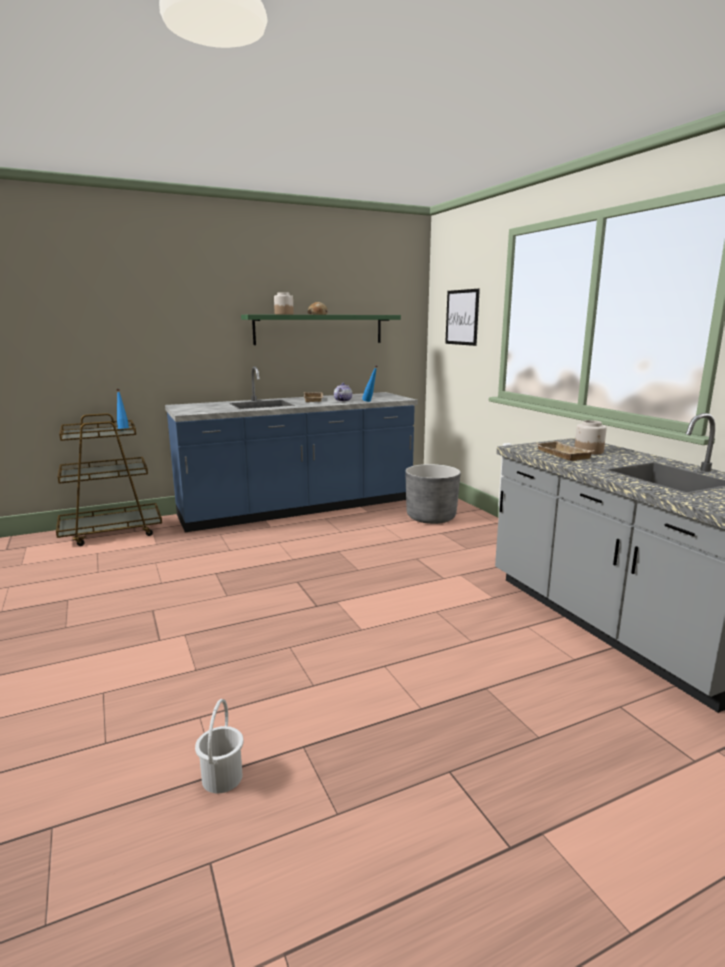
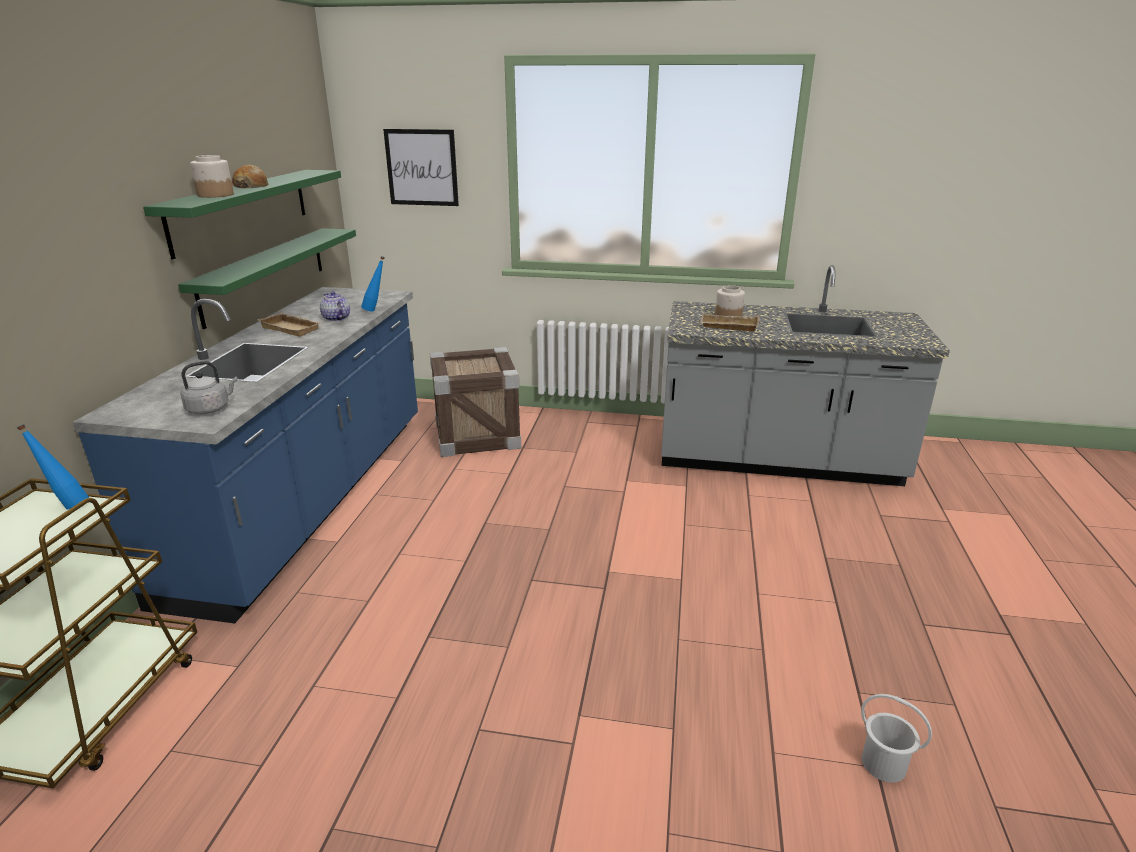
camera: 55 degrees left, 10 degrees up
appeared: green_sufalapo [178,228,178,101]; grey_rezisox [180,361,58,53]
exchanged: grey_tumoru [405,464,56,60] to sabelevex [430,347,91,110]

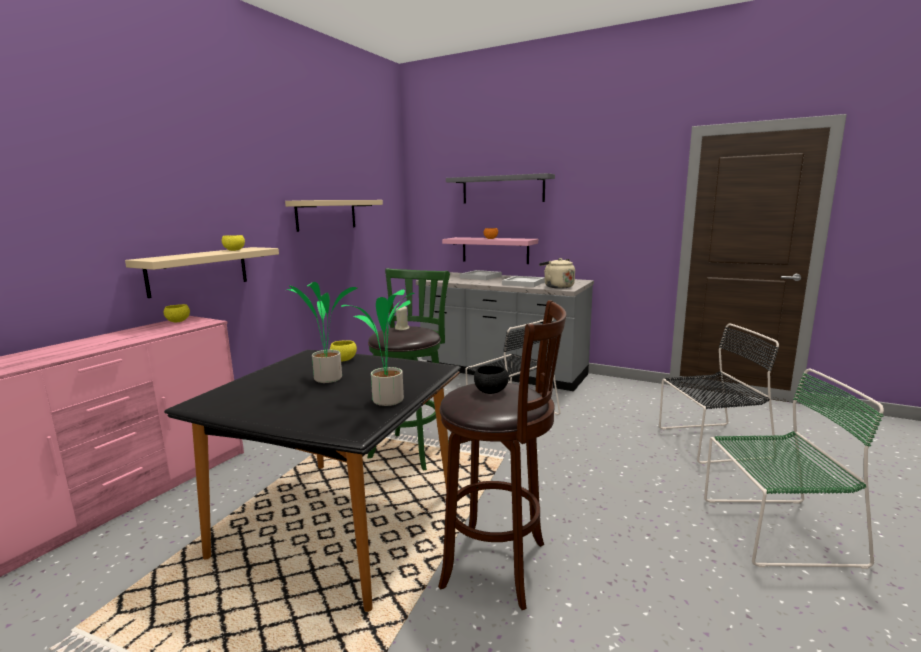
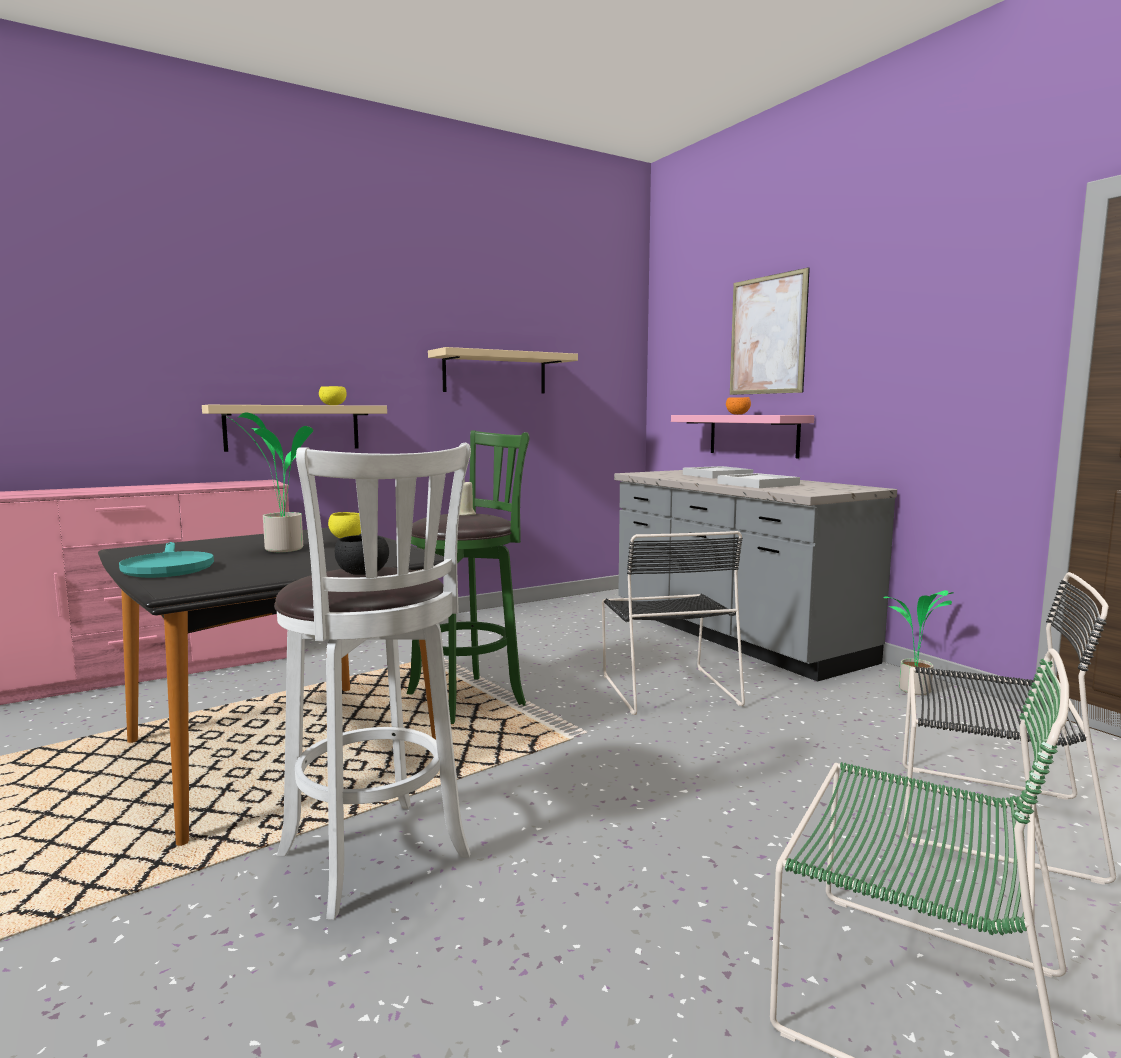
camera: 30 degrees right, 5 degrees down
missing: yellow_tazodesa [164,304,26,18]; beige_rezisox [539,258,36,31]
appeared: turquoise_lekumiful [119,542,95,36]
relocated: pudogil [341,290,73,116] to [883,590,71,105]
exchanged: grey_sufalapo [446,173,109,30] to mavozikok [730,267,80,128]
colour: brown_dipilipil [438,300,129,310] to white_dipilipil [274,443,197,477]

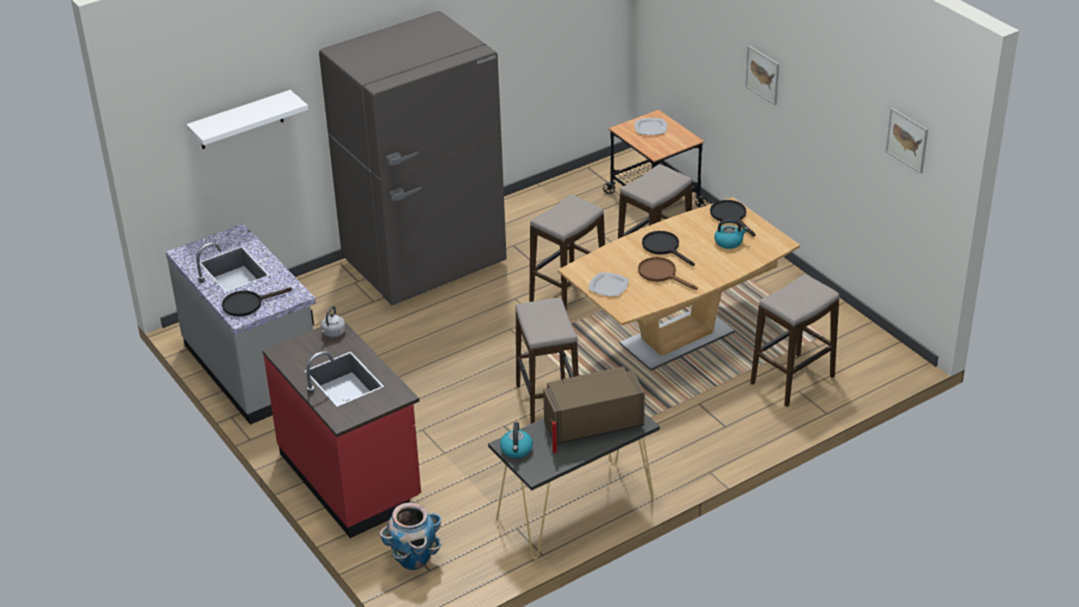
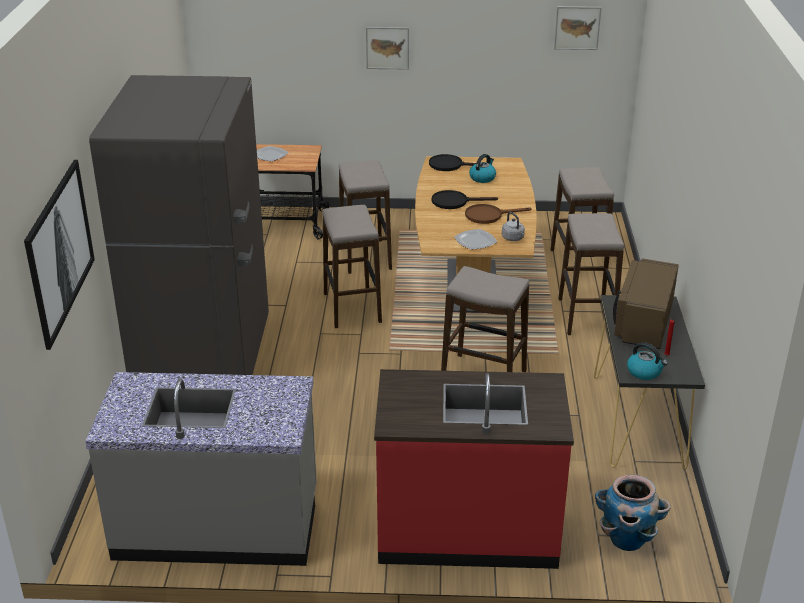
camera: 55 degrees left, 5 degrees down
missing: black_lekumiful [222,288,70,29]
appeared: dipilipil [558,213,66,122]
relocated: grey_rezisox [321,306,25,32] to [502,212,23,29]
exchanged: white_sufalapo [186,90,122,59] to mavozikok [24,160,71,190]

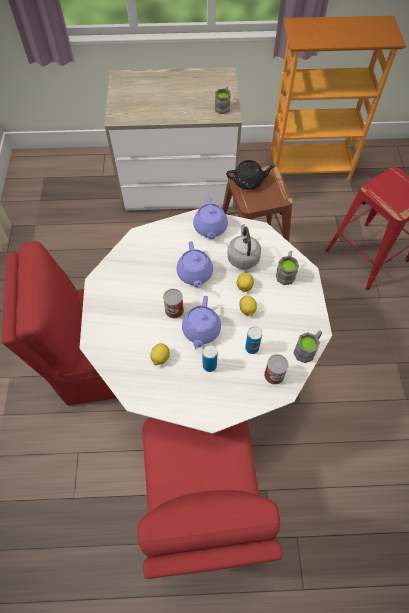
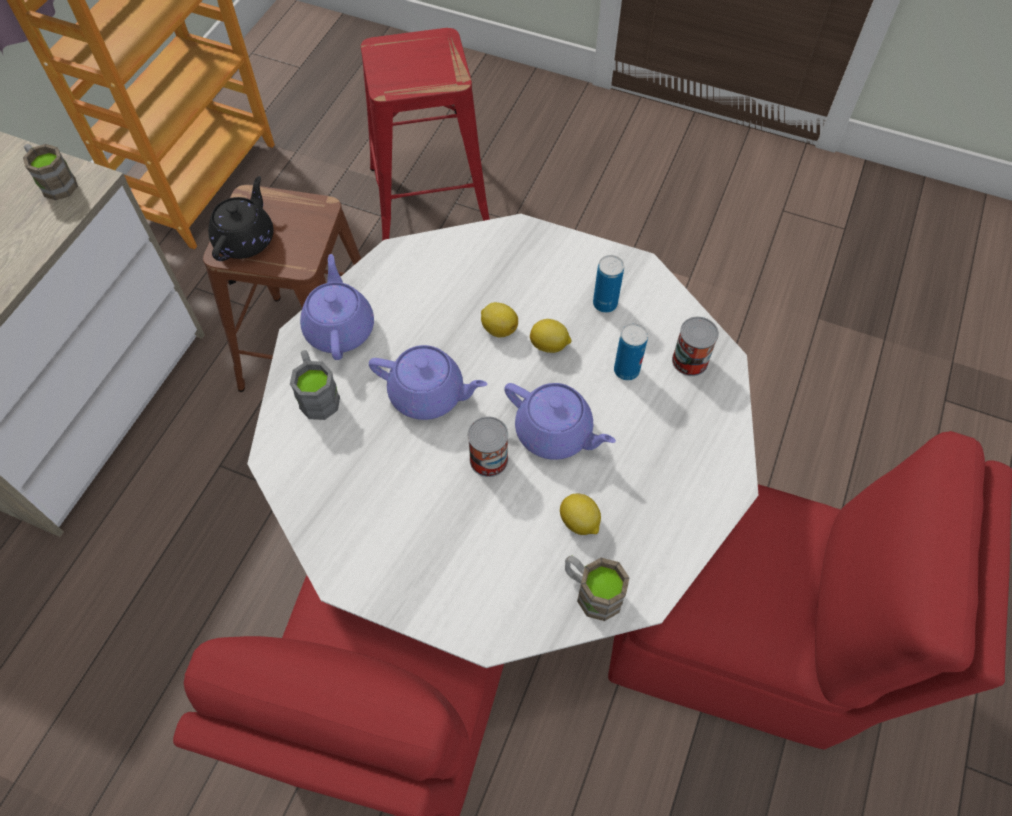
camera: 65 degrees left, 0 degrees up
missing: grey_rezisox [227,224,34,45]
relocated: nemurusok [203,345,15,27] to [593,255,31,58]; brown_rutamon [276,251,23,34] to [565,555,64,66]; grey_rutamon [293,330,29,33] to [290,350,50,70]
spun: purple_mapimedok [193,197,35,42] = [300,254,74,106] 120 degrees counterclockwise

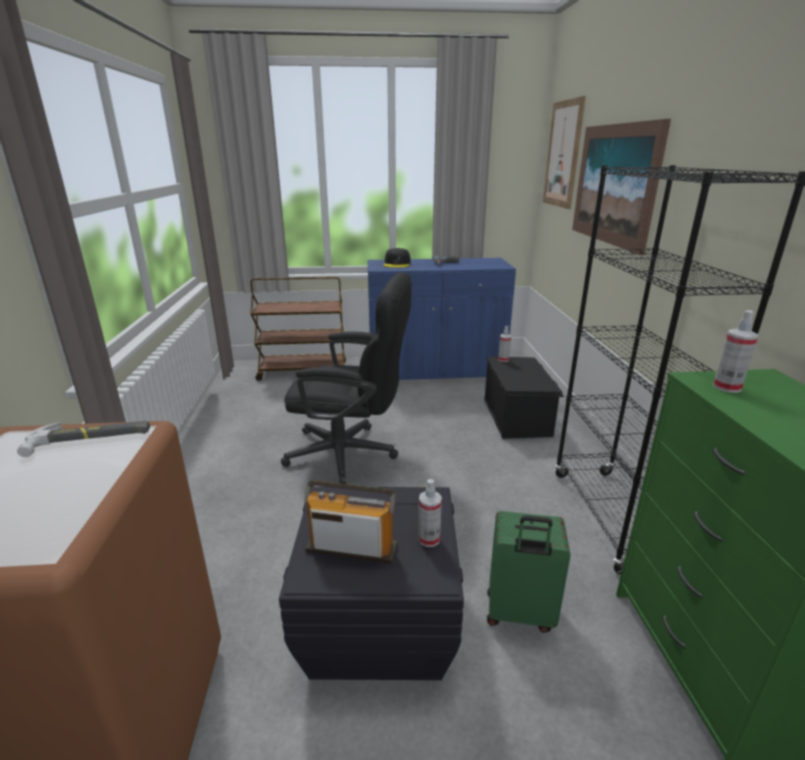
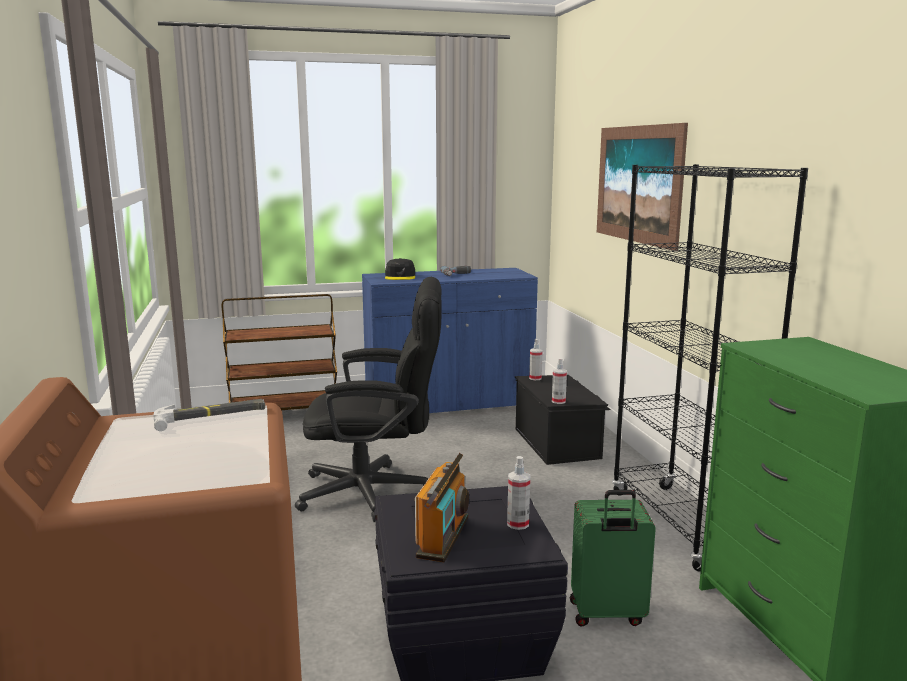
camera: 10 degrees left, 10 degrees down
missing: mavozikok [543,96,43,113]
relocated: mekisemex [713,310,45,83] to [552,358,15,46]
spun: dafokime [305,481,93,83] = [415,453,54,109] 105 degrees clockwise

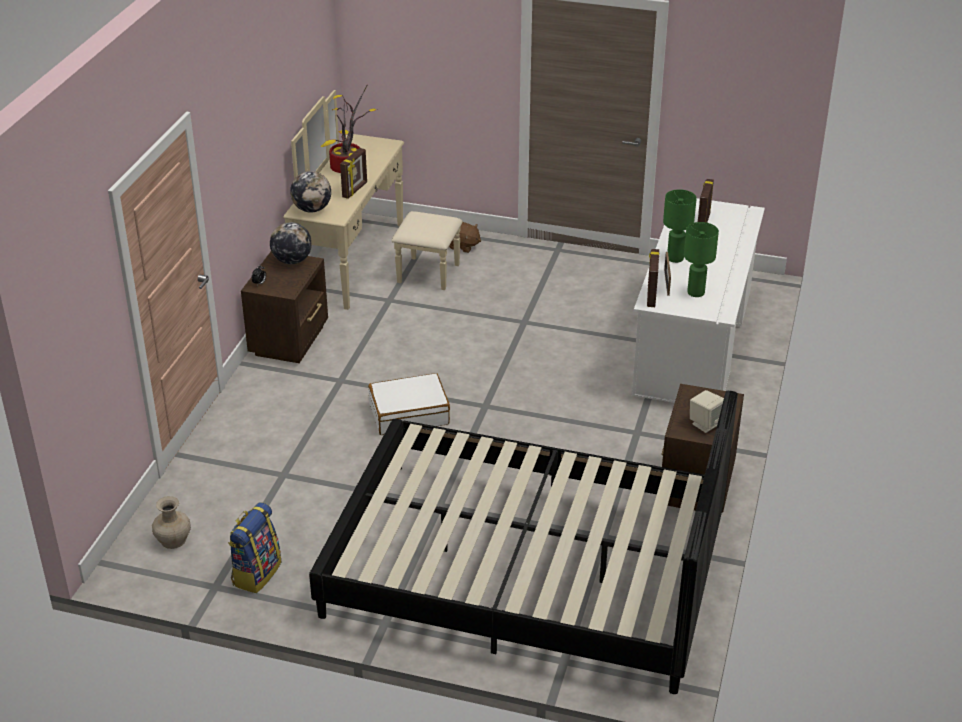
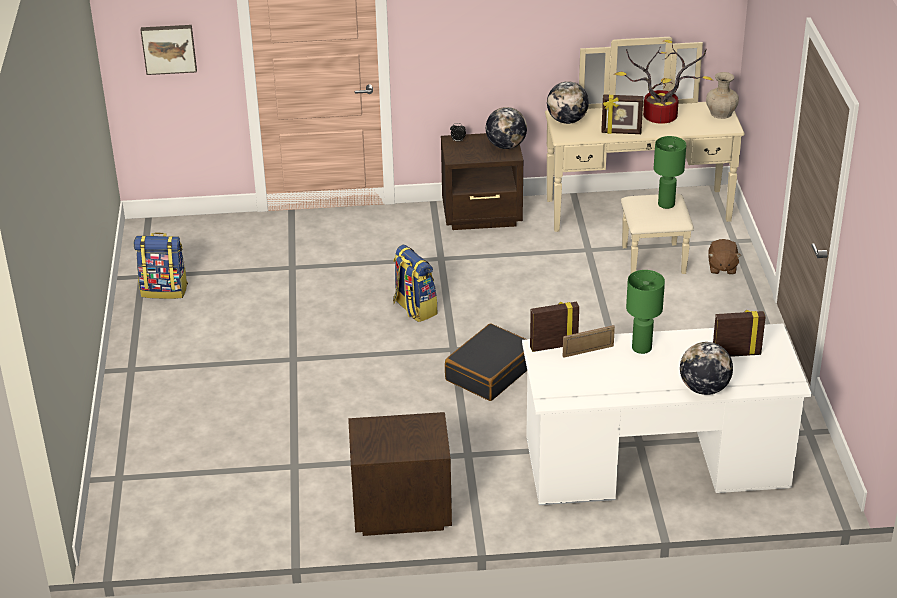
camera: 70 degrees right, 0 degrees up
missing: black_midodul [309,391,429,303]; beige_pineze [690,390,34,43]
appeared: mavozikok [140,25,57,50]; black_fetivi [445,323,82,78]; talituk [680,342,53,53]
relocated: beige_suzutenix [152,496,39,53] to [706,72,33,47]; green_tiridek [684,222,35,75] to [654,136,32,73]
exchanged: white_fetivi [368,373,82,62] to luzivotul [393,245,45,77]

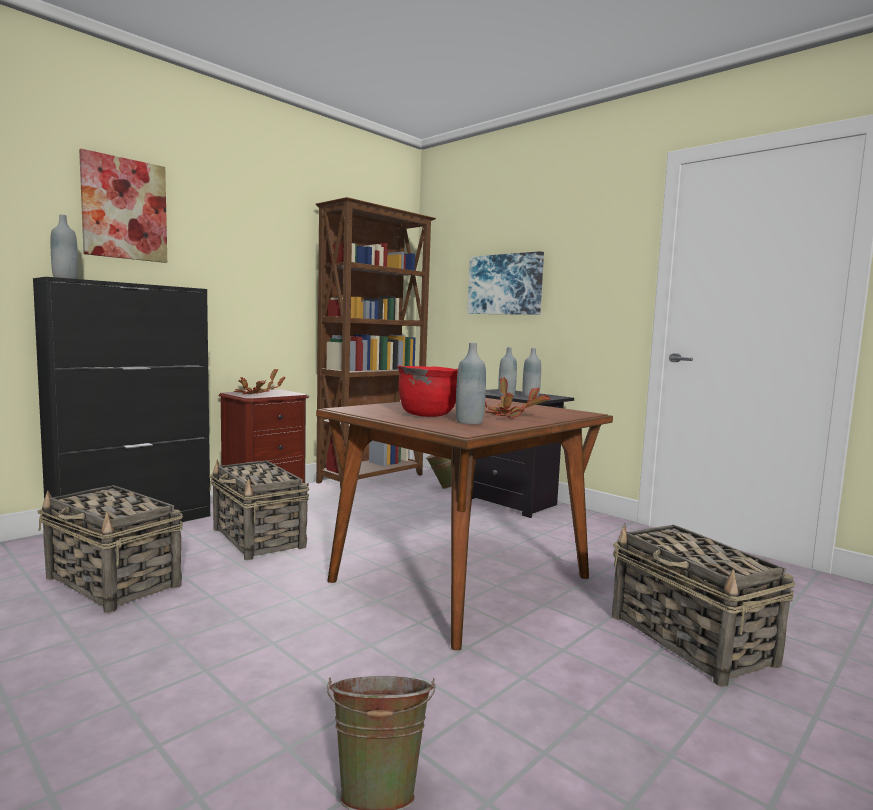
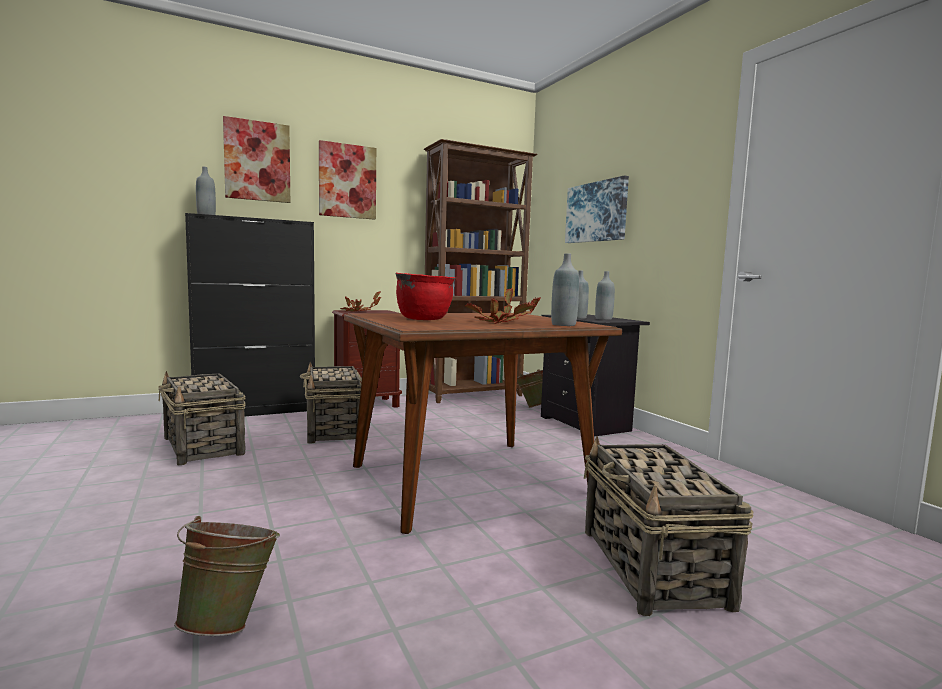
camera: 20 degrees right, 0 degrees up
appeared: mavozikok [319,140,57,80]
relocated: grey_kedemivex [456,343,30,81] to [551,253,28,73]

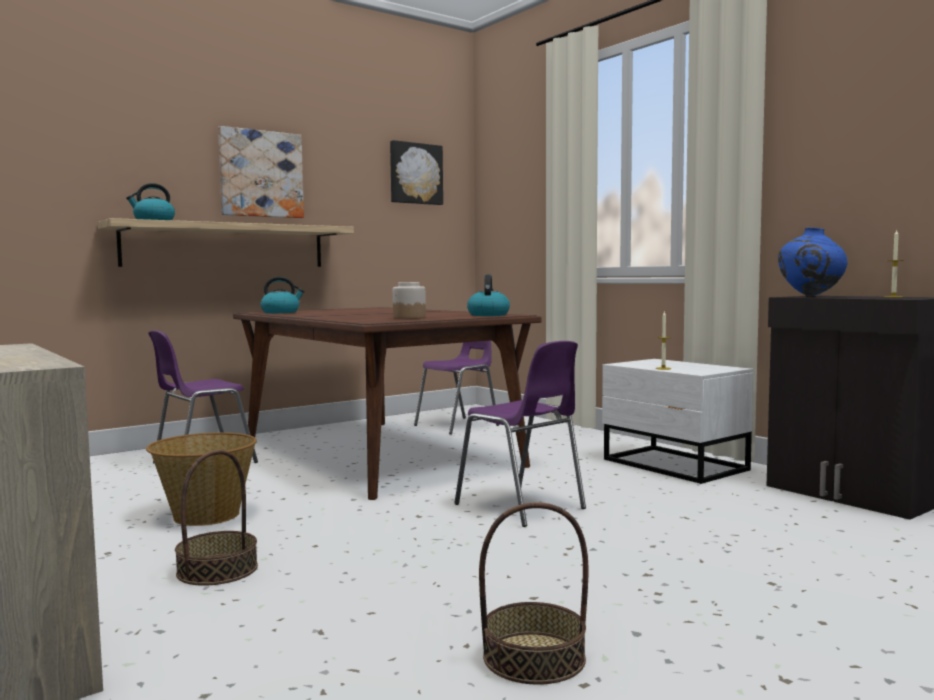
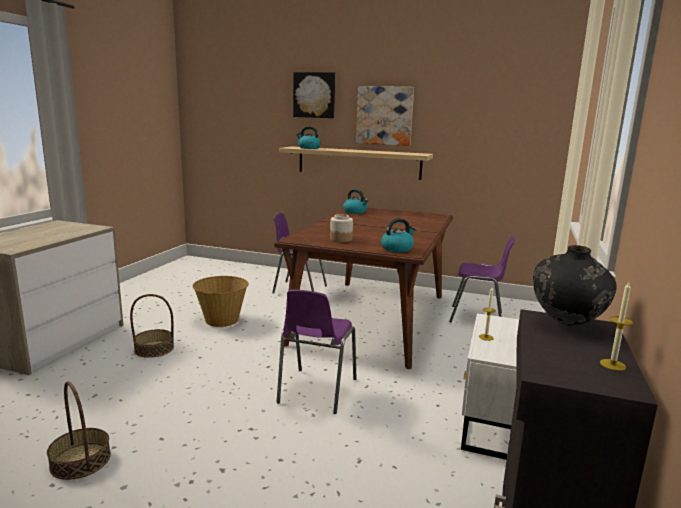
camera: 55 degrees right, 10 degrees up
relocated: mavozikok [390,140,53,65] to [293,72,42,46]
colour: blue_suzutenix [778,228,70,68] to black_suzutenix [533,245,84,80]

